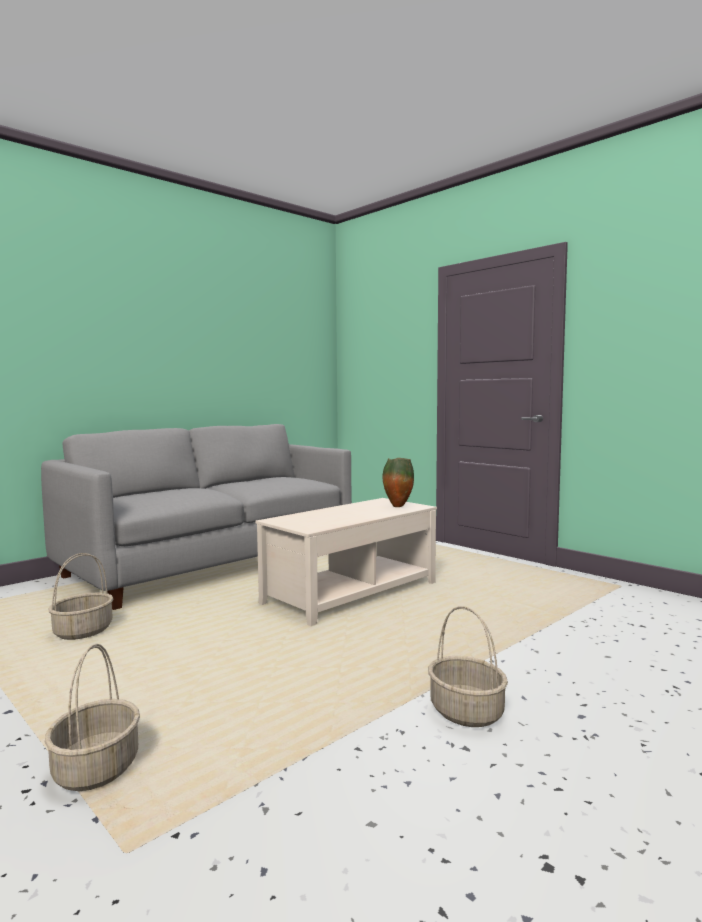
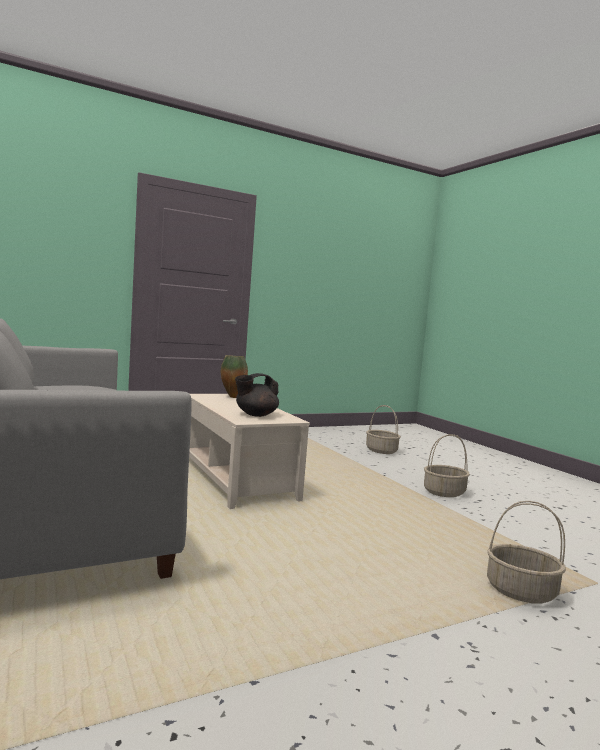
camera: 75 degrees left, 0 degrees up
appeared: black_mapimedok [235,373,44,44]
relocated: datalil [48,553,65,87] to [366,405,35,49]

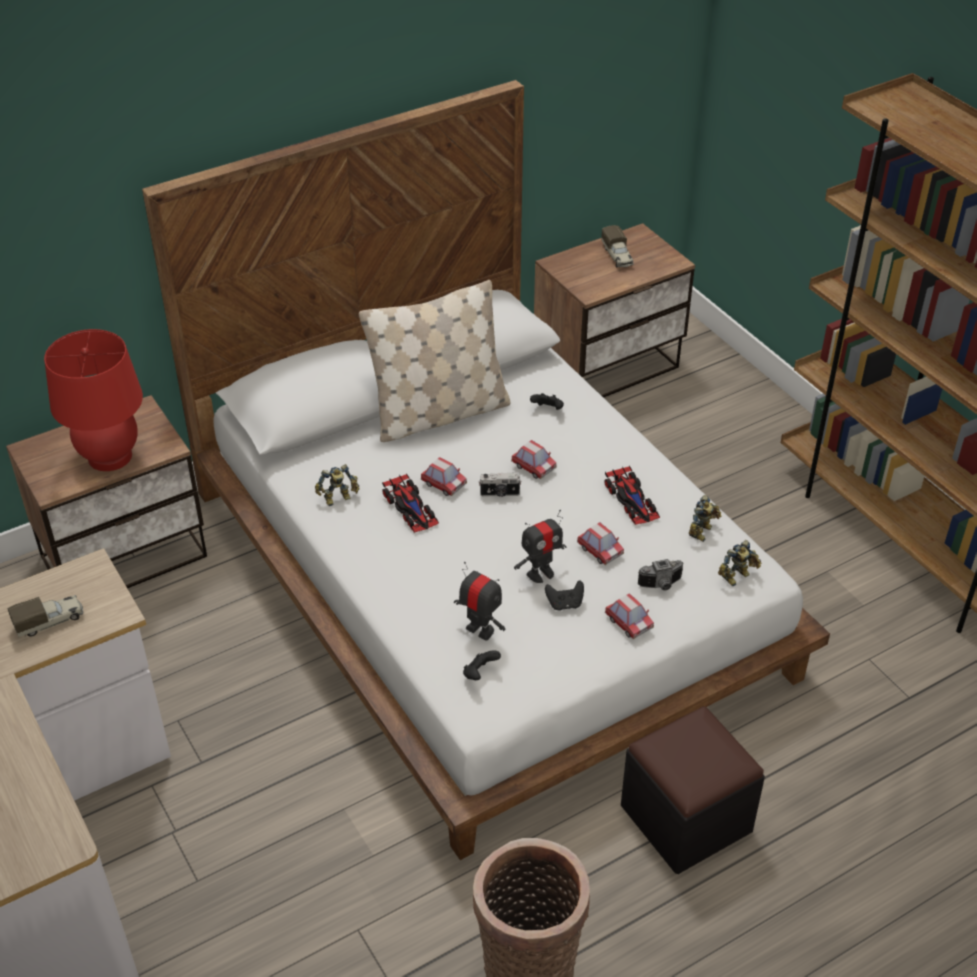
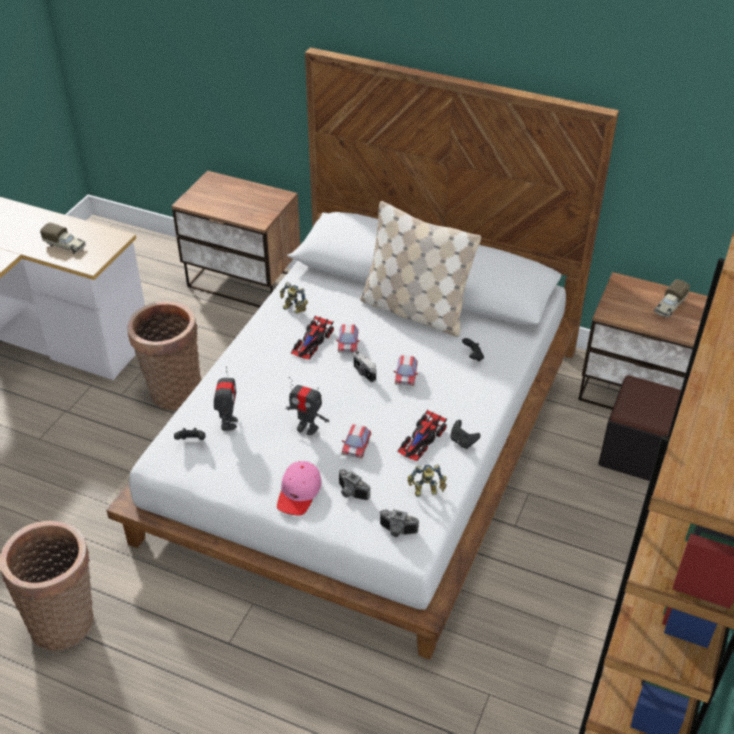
camera: 55 degrees right, 0 degrees up
missing: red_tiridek [44,329,99,142]
appeared: datalil [128,301,73,109]
relocated: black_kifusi [545,580,39,31] to [450,420,31,29]; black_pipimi [621,706,144,168] to [598,375,83,106]
exchanged: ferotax [605,593,49,46] to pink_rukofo [277,461,44,54]; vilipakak [718,540,43,46] to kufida [379,509,40,28]

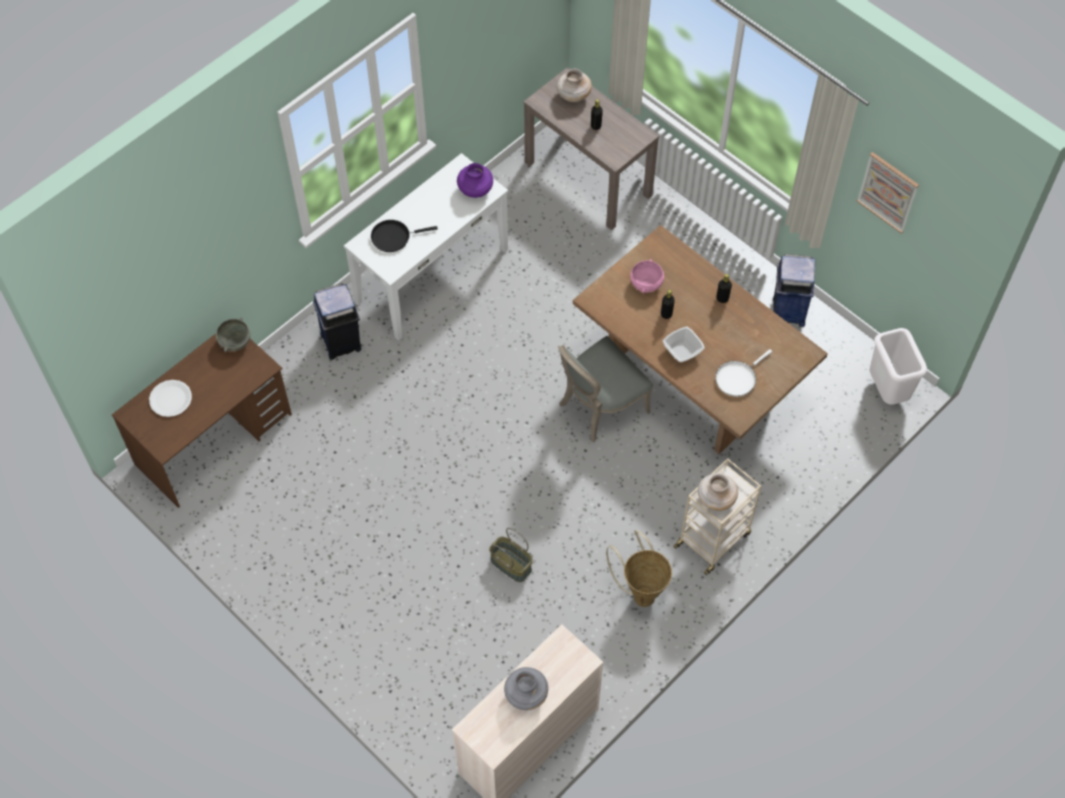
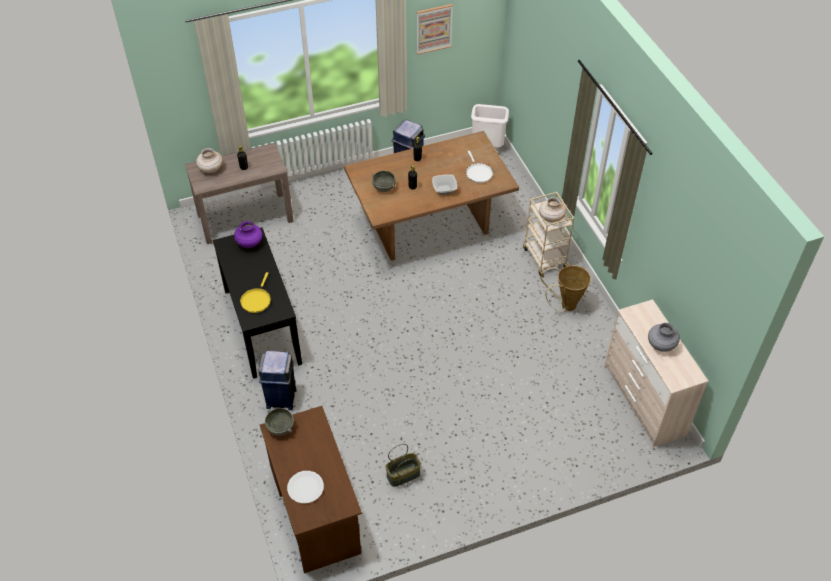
camera: 65 degrees left, 10 degrees down
missing: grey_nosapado [558,336,95,106]
relocated: datalil [489,528,44,54] to [385,444,36,43]
colour: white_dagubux [344,153,164,187] to black_dagubux [213,227,89,152]; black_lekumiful [371,220,67,32] to yellow_lekumiful [240,272,31,41]; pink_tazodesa [630,259,34,34] to grey_tazodesa [372,171,24,21]

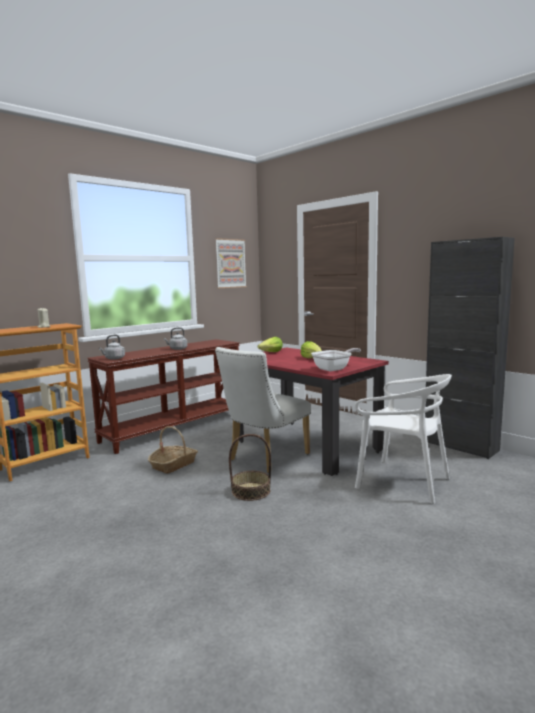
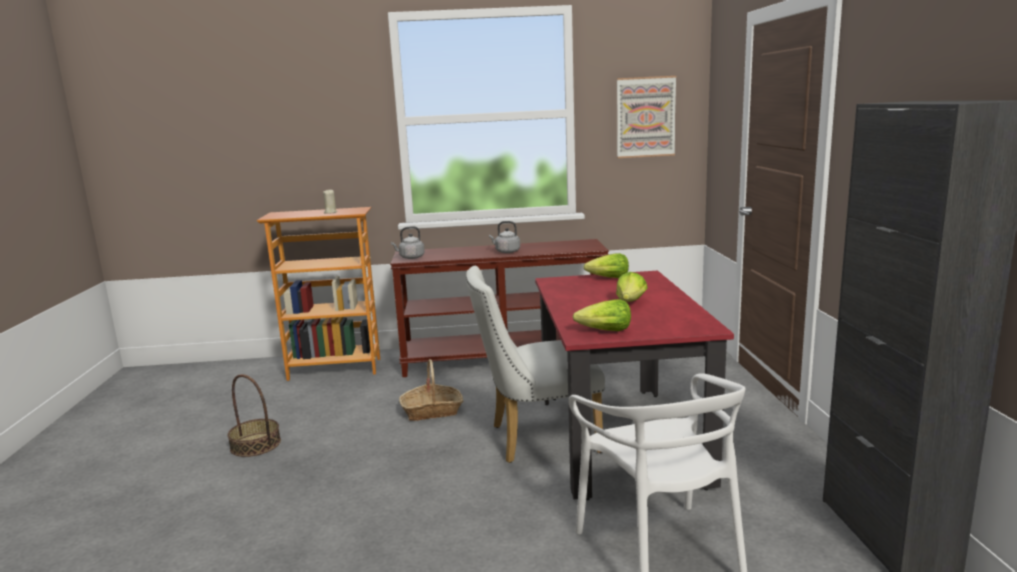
camera: 40 degrees right, 5 degrees up
relocated: datalil [229,434,42,67] to [228,374,53,83]
exchanged: lekumiful [311,348,50,23] to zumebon [573,299,58,32]

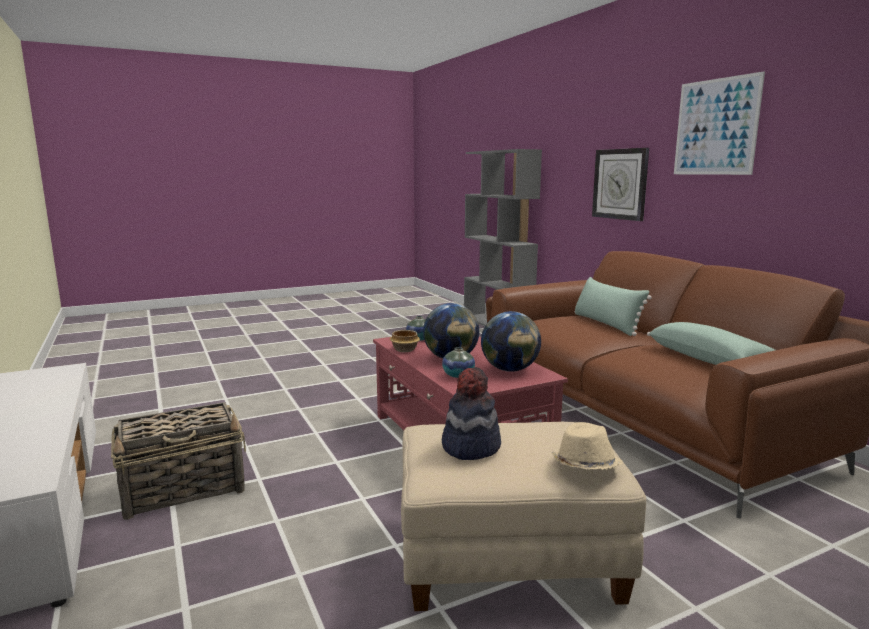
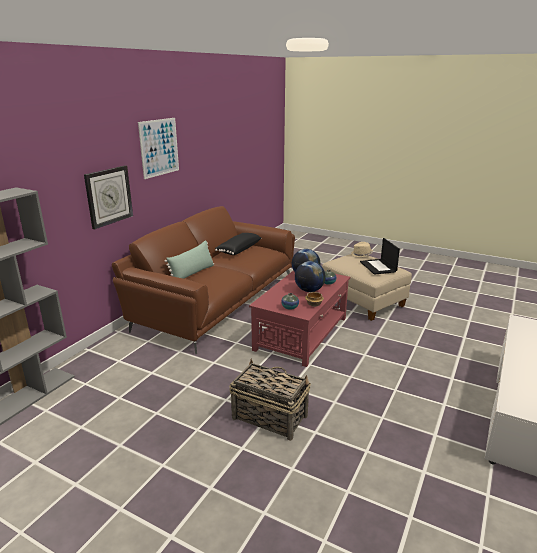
camera: 125 degrees left, 10 degrees up
relocated: datalil [111,402,135,118] to [229,358,82,83]
exchanged: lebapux [442,367,59,93] to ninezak [360,238,40,37]
colour: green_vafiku [647,322,128,43] to black_vafiku [215,233,46,22]

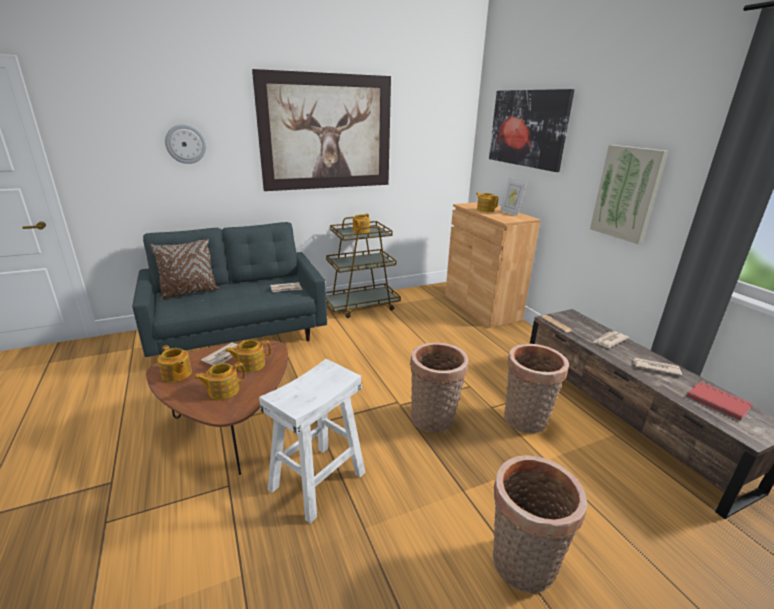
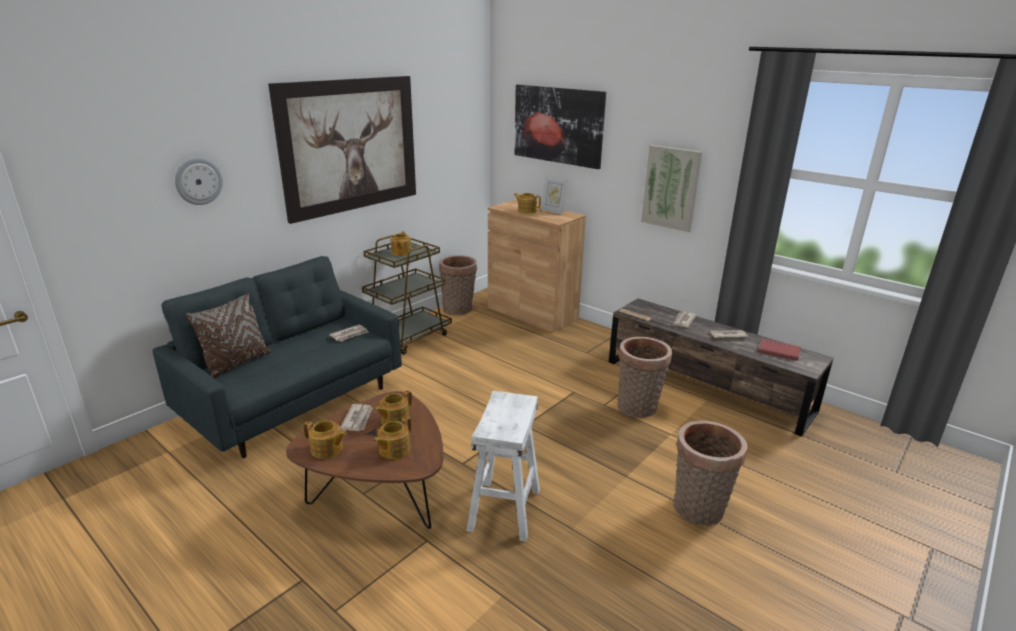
camera: 25 degrees left, 0 degrees up
relocated: datalil [410,342,59,91] to [439,255,38,60]

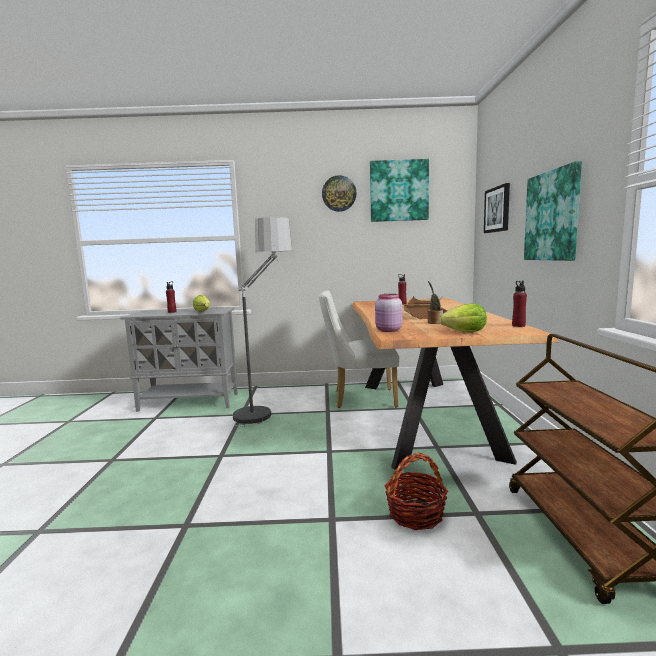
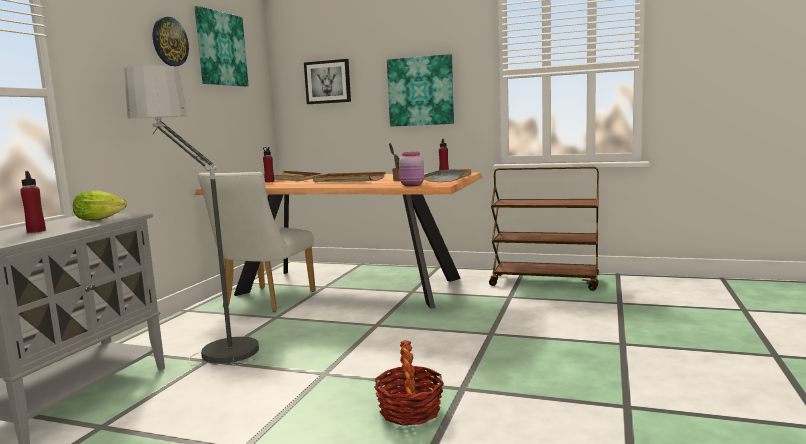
camera: 70 degrees left, 0 degrees up
relocated: datalil [384,453,64,77] to [374,340,70,85]
exchanged: zumebon [439,304,48,28] to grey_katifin [424,169,47,13]

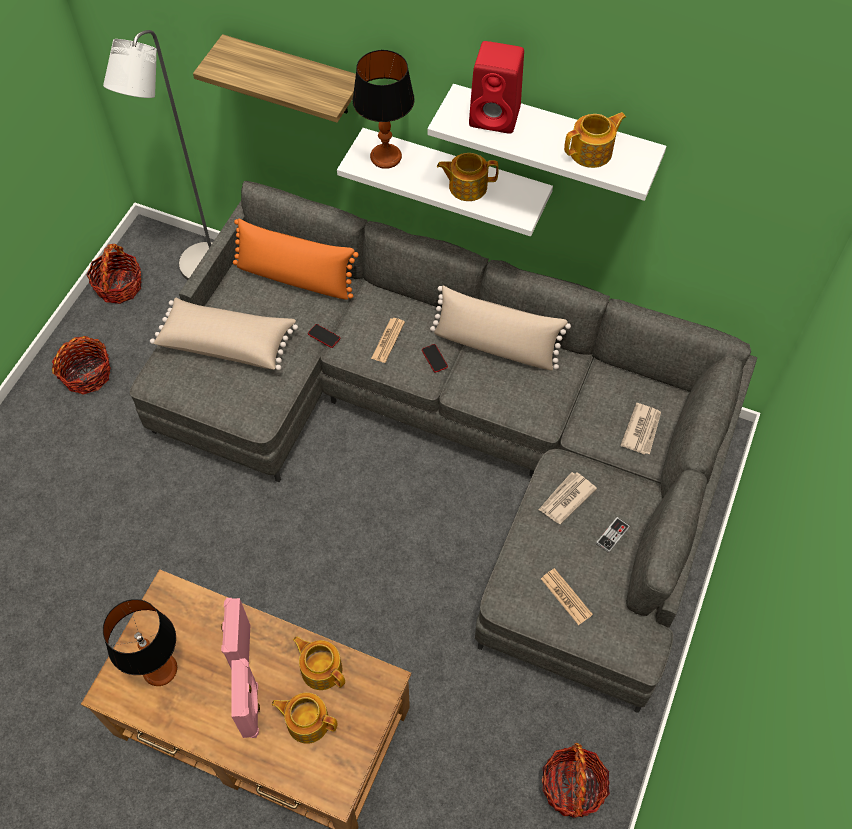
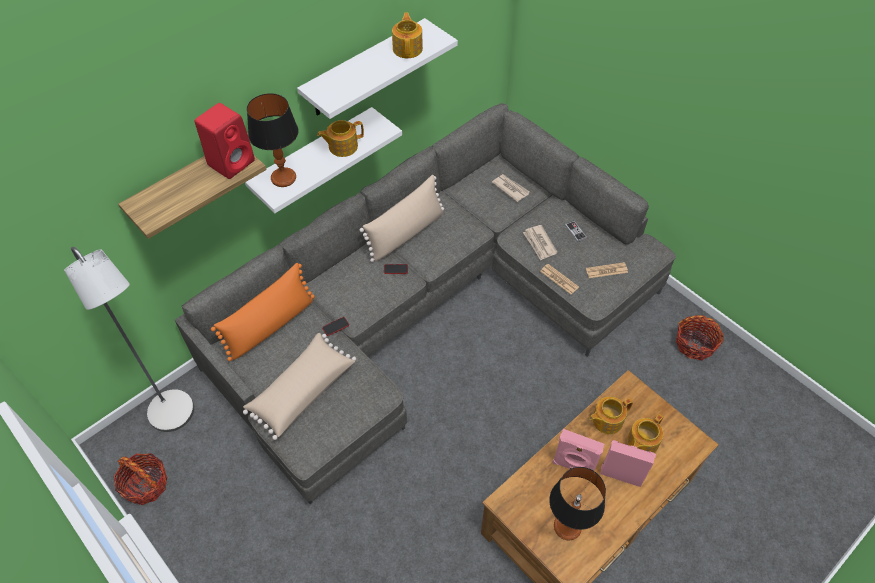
camera: 65 degrees left, 5 degrees down
missing: datalil [52,336,59,59]
relocated: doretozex [371,318,34,45] to [540,264,39,30]; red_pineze [469,41,55,93] to [195,103,60,76]
spun: mapimedok [437,153,62,48] = [317,120,47,37] 45 degrees clockwise

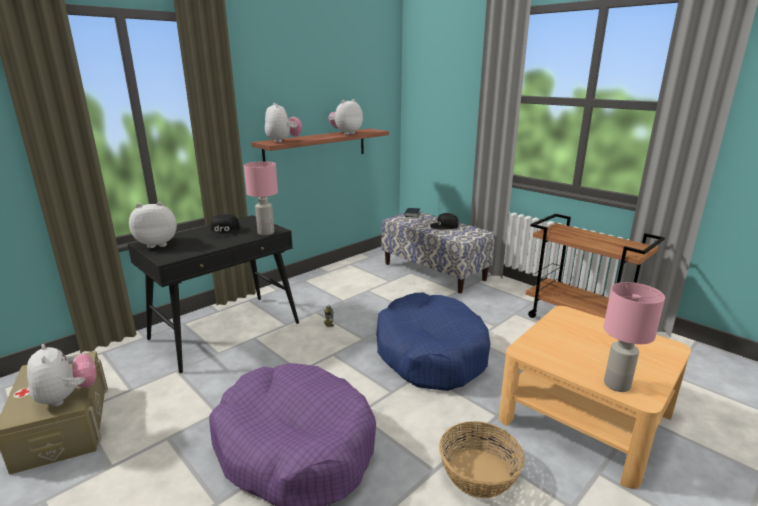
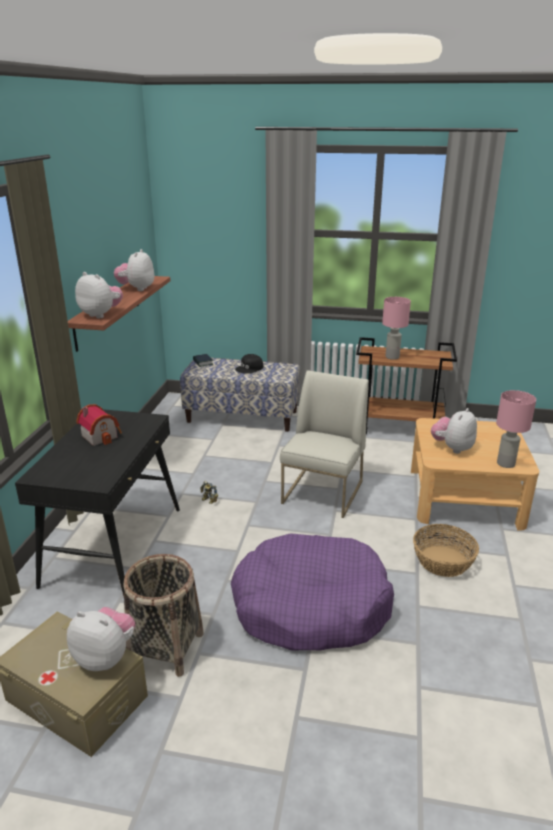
camera: 35 degrees left, 5 degrees up
appeared: datalil [123,554,81,123]
relocated: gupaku [129,202,48,46] to [431,408,46,46]; pink_tiridek [244,161,34,74] to [382,297,29,63]
exchanged: black_rukofo [209,214,31,23] to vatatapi [76,404,46,42]; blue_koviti [376,293,115,98] to white_nosapado [280,370,89,148]

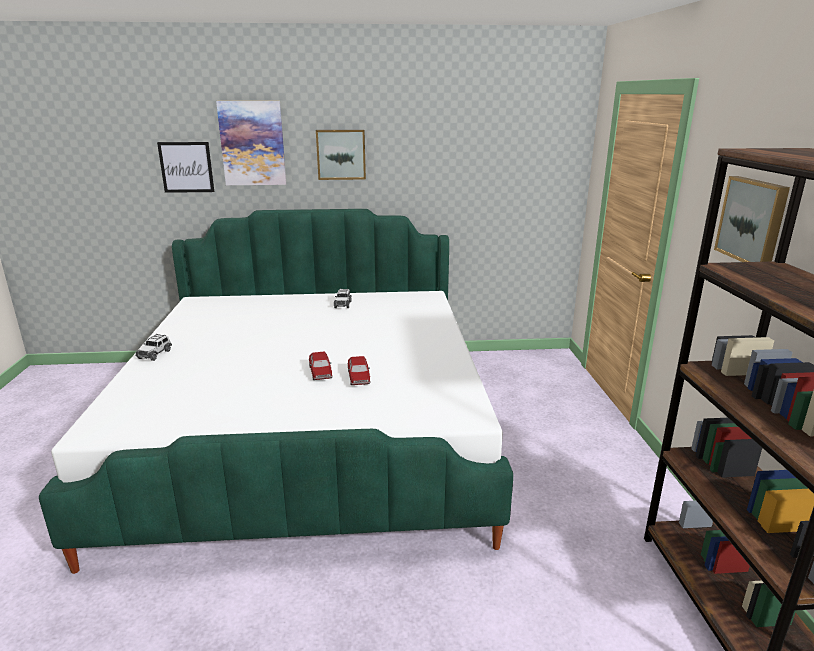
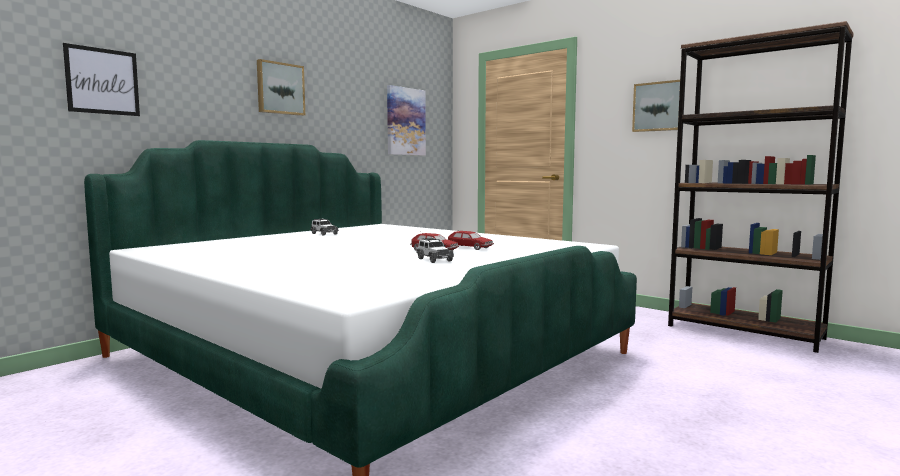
camera: 45 degrees left, 15 degrees down
relocated: ferotax [136,334,36,27] to [417,238,37,25]; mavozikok [216,101,70,84] to [387,85,39,70]

